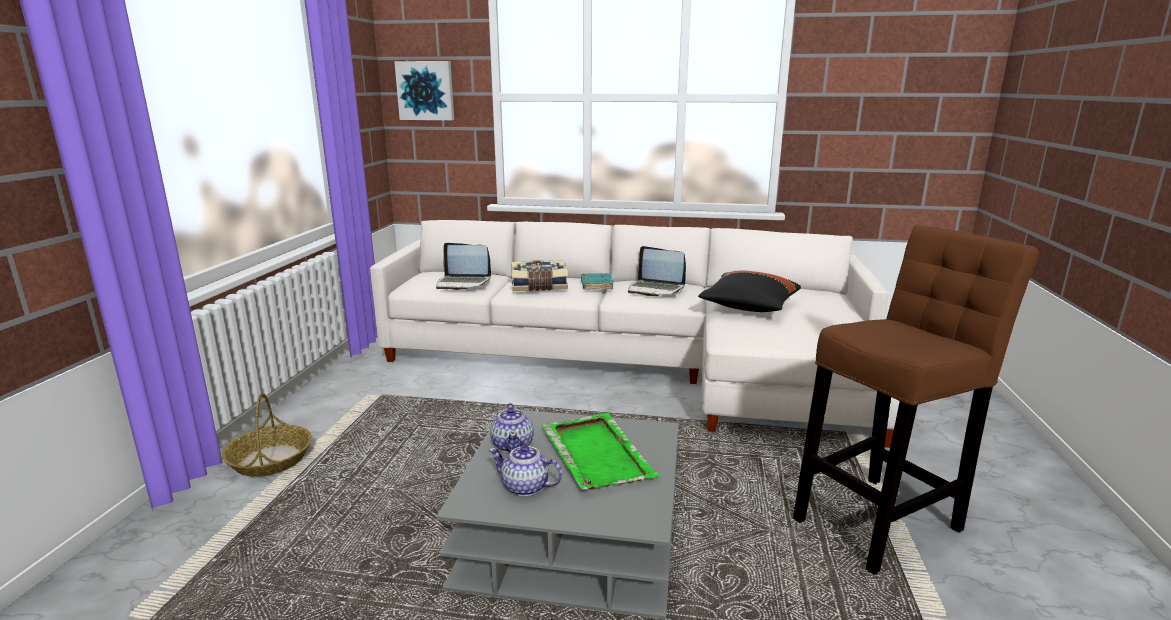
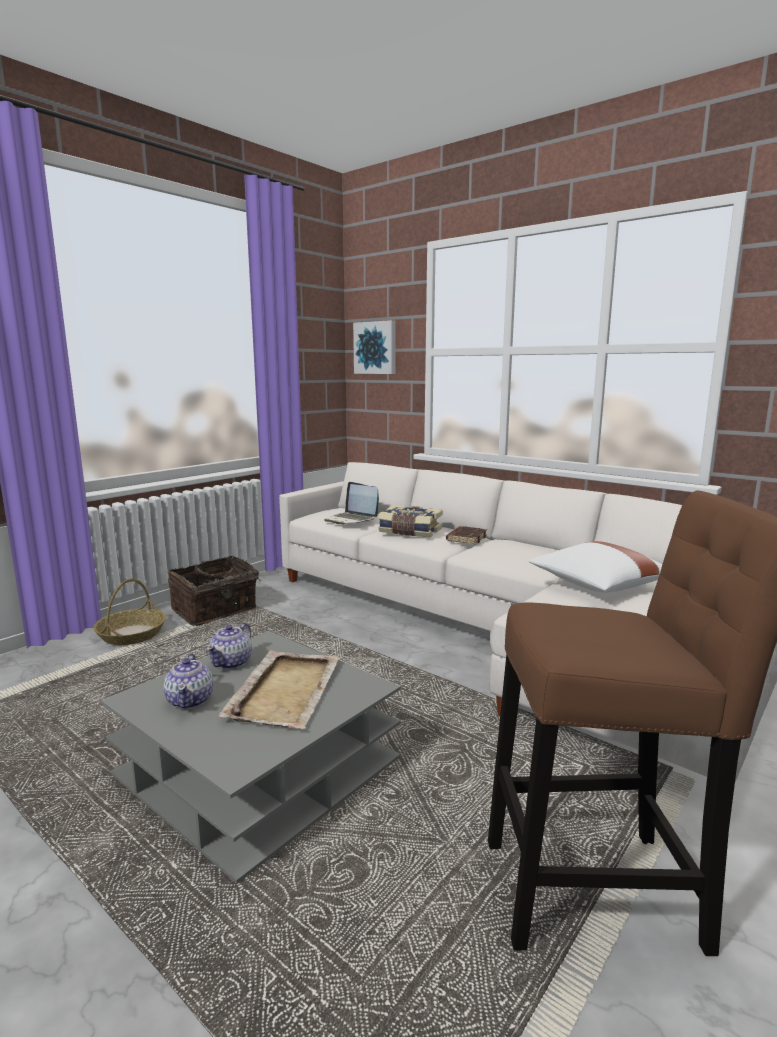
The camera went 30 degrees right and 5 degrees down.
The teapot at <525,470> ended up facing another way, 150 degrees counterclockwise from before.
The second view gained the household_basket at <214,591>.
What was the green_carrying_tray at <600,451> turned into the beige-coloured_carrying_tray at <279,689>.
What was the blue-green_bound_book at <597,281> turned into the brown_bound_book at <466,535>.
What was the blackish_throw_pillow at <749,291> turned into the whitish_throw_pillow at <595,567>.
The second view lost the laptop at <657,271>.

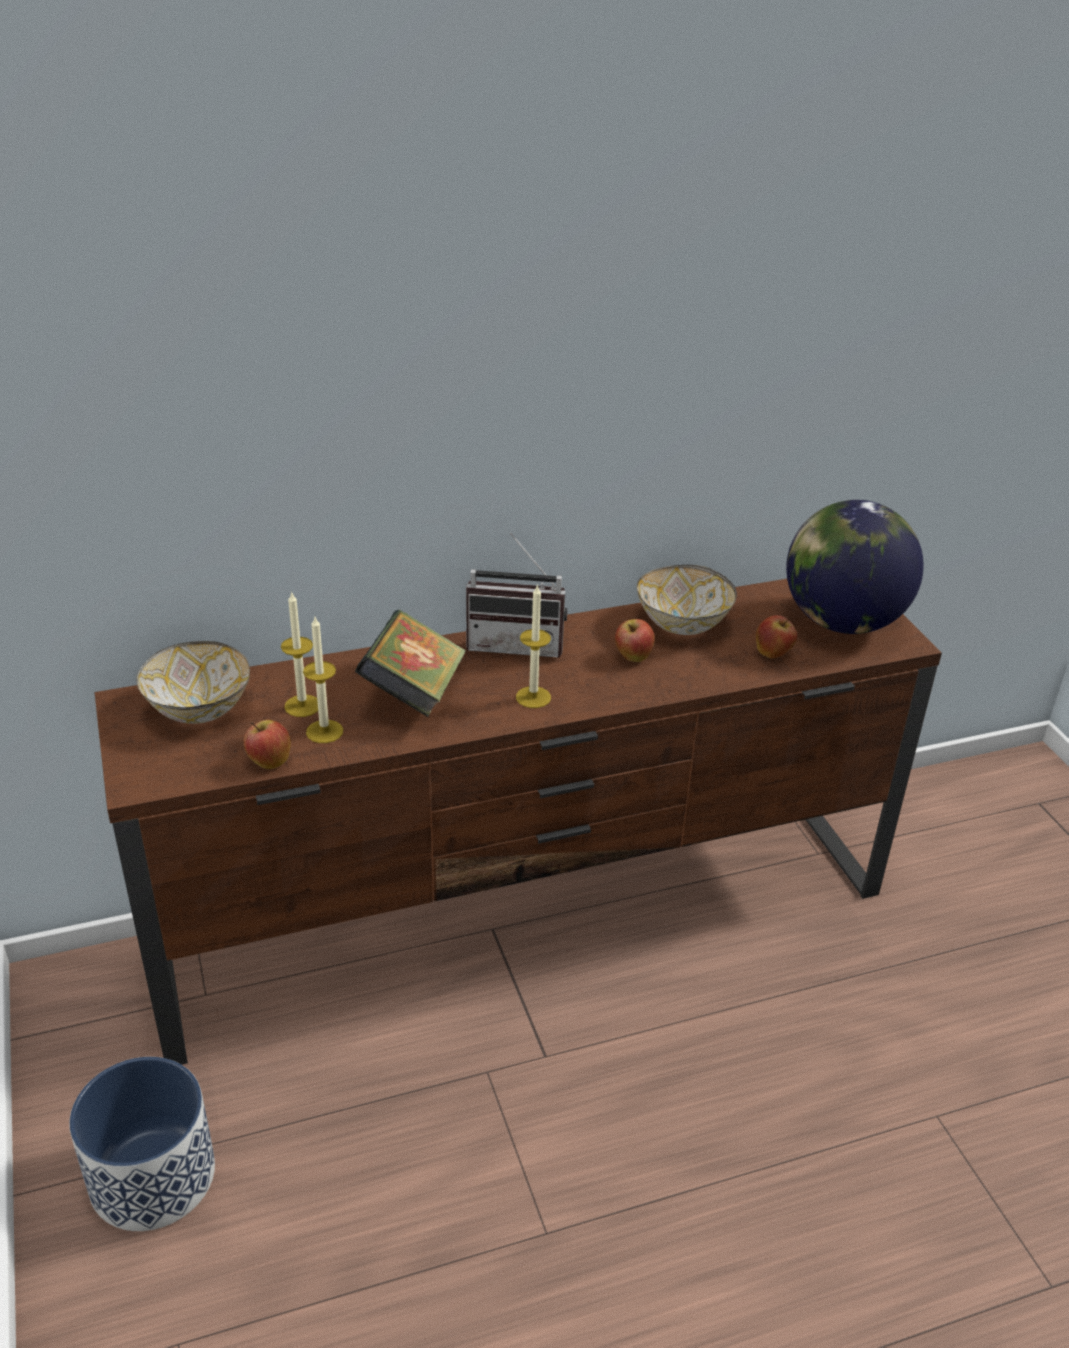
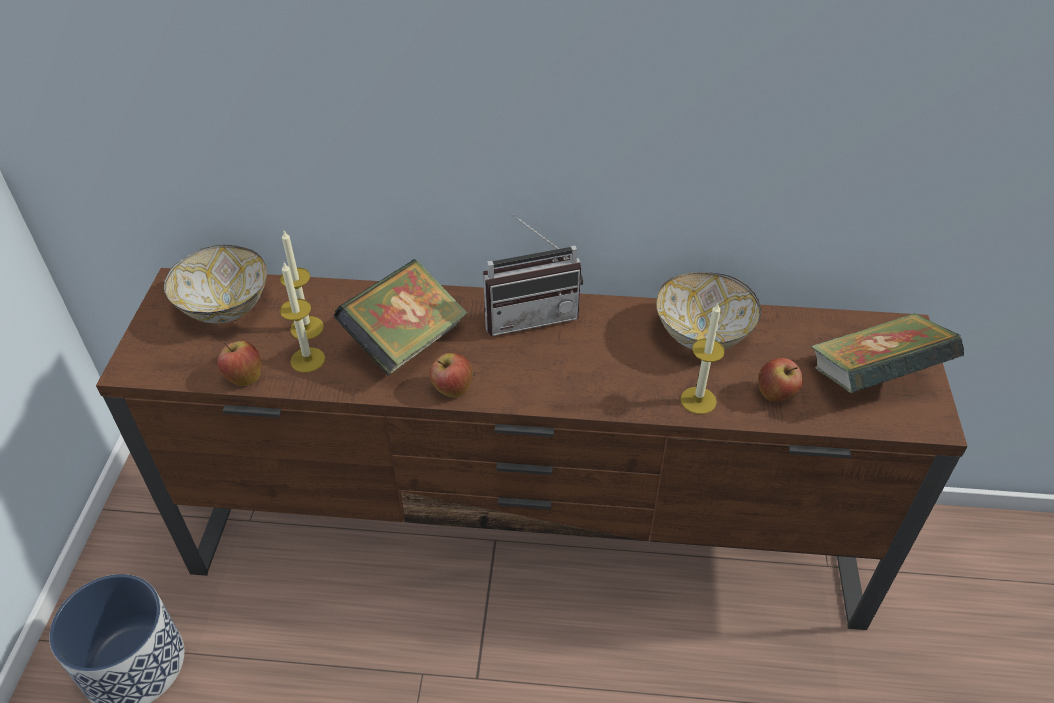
The camera went 25 degrees right and 10 degrees up.
The apple ended up elsewhere, having gone from <635,640> to <451,375>.
The radio_set at <517,594> ended up facing another way, 45 degrees counterclockwise from before.
The candle ended up elsewhere, having gone from <533,647> to <702,358>.
Where the world_globe stood at <855,567>, the bound_book came to stand at <887,353>.

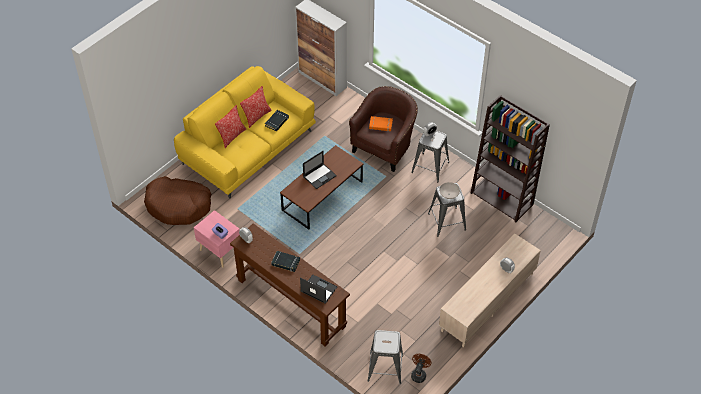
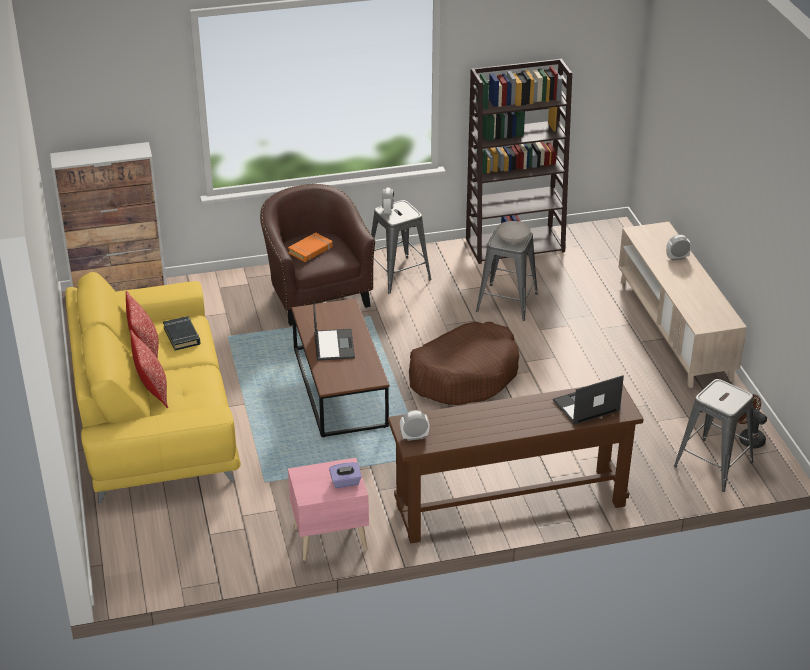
The camera went 55 degrees left and 15 degrees down.
The brown_pet_bed ended up elsewhere, having gone from <177,200> to <464,363>.
The second view lost the blackish_bound_book at <285,261>.

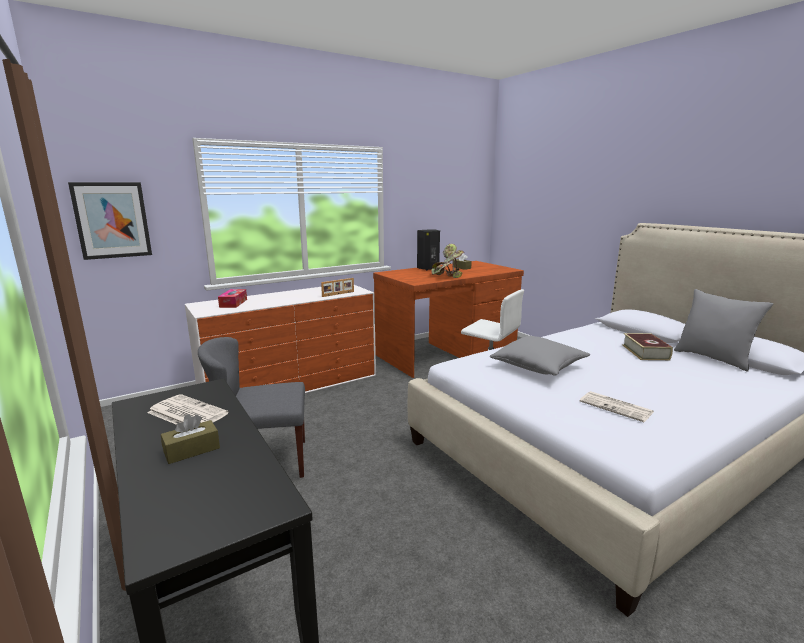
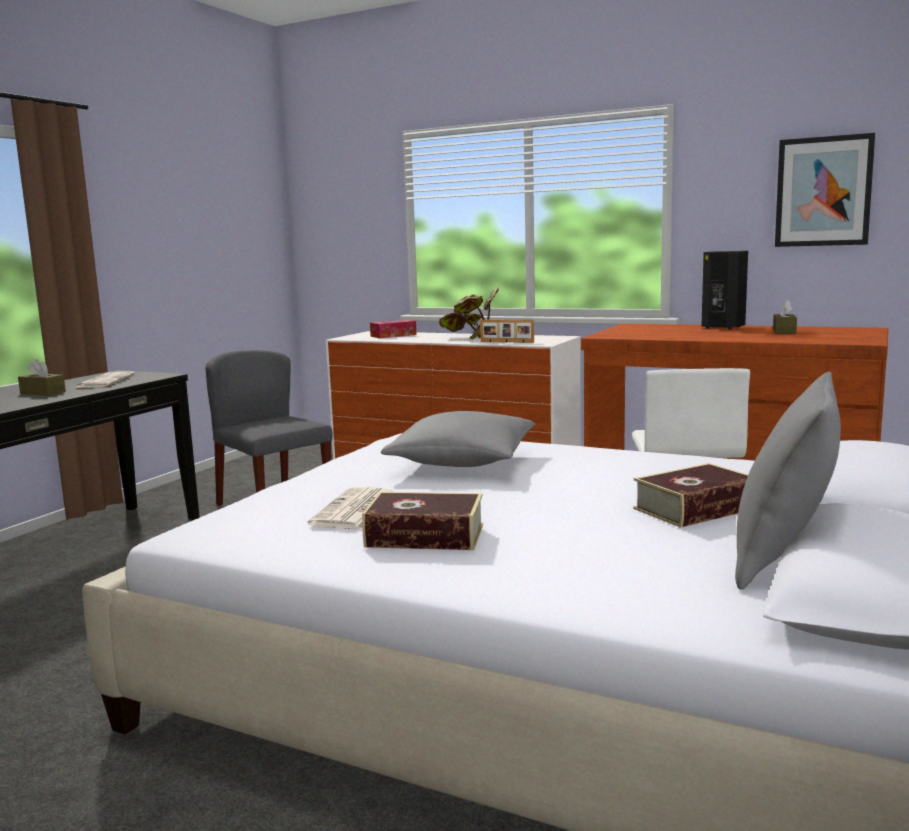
The camera went 60 degrees right and 5 degrees down.
The second view gained the bound_book at <422,521>.
The potted_plant ended up elsewhere, having gone from <447,261> to <469,313>.
The wall_art ended up elsewhere, having gone from <110,221> to <825,190>.

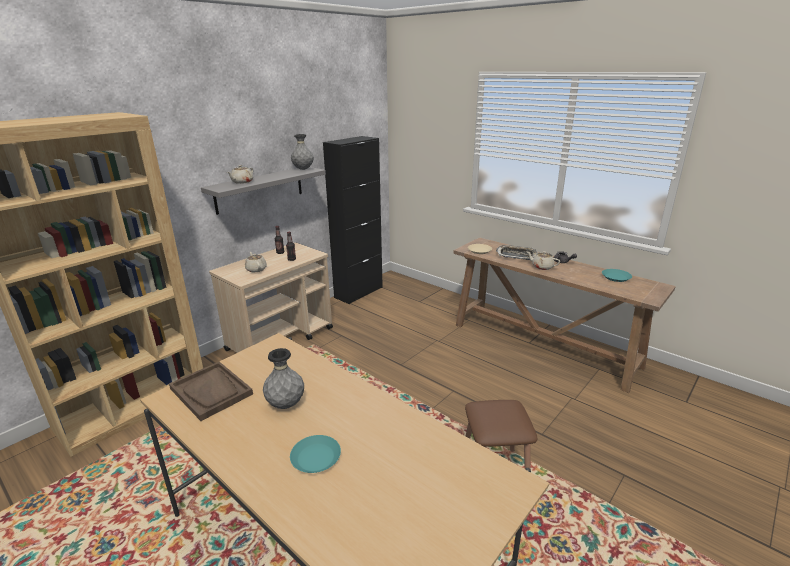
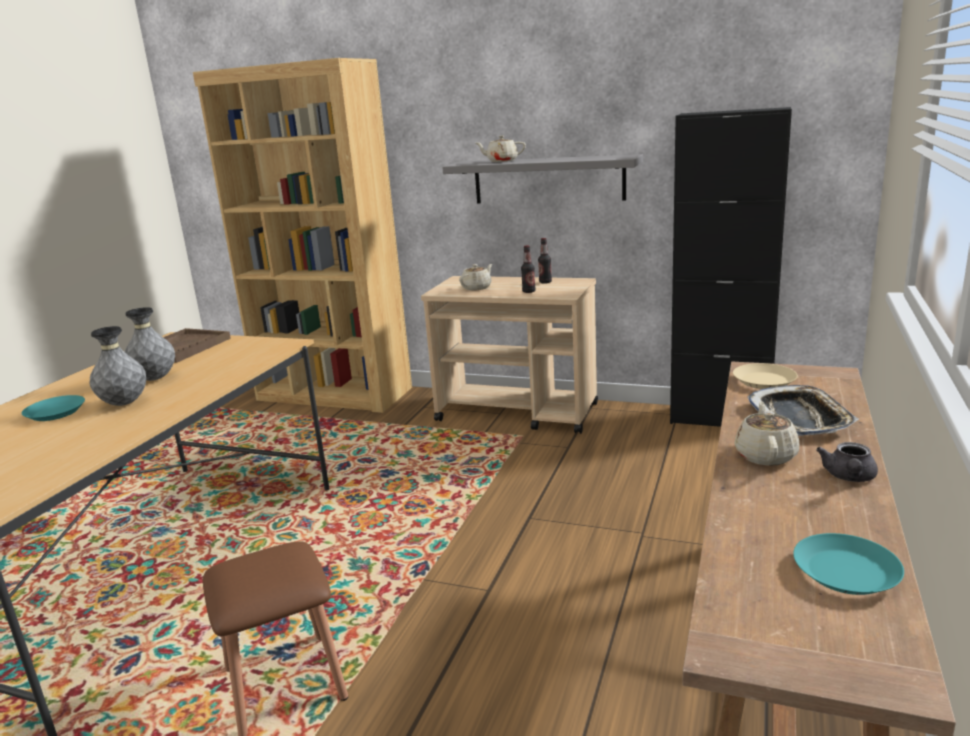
The camera went 70 degrees right and 5 degrees down.
The gray_flower_vase ended up elsewhere, having gone from <302,152> to <118,366>.

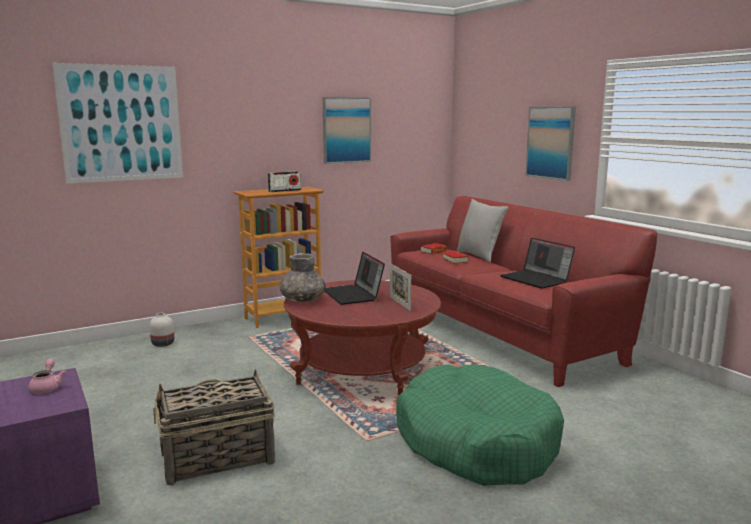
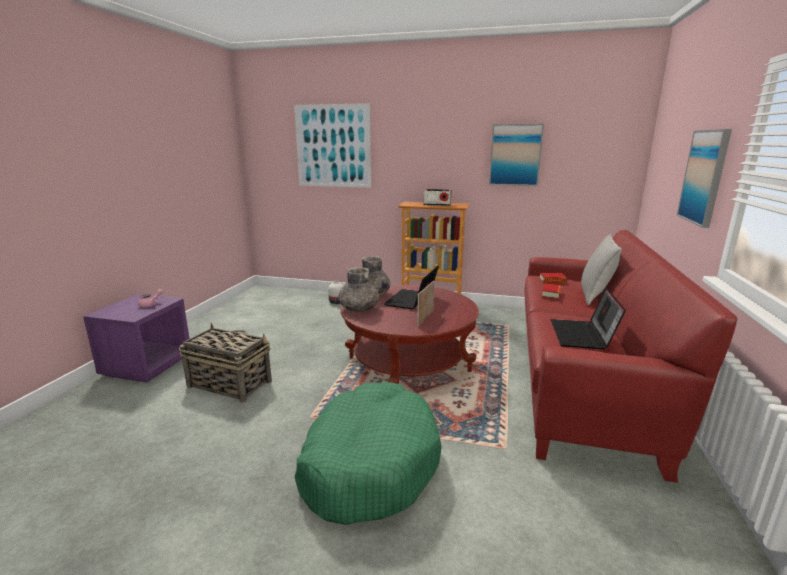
The camera went 45 degrees right and 5 degrees up.
The second view gained the gray_flower_vase at <358,289>.

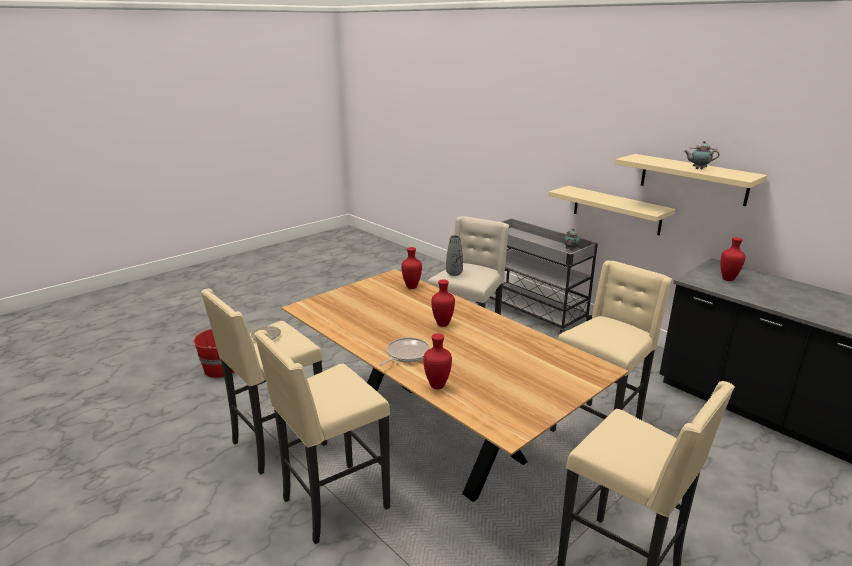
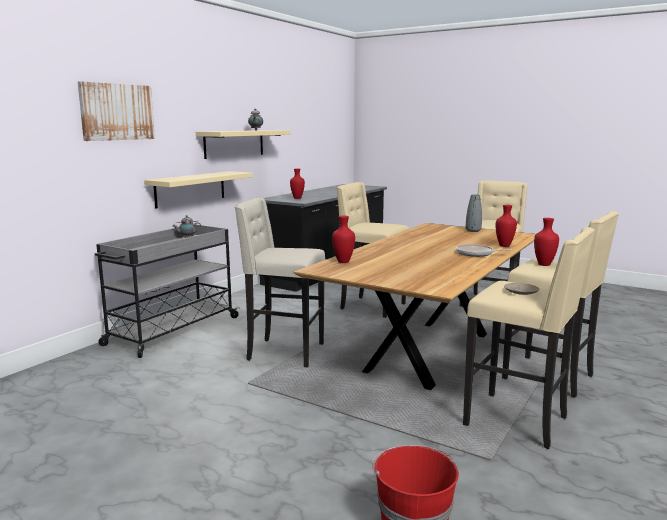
The camera went 105 degrees left and 10 degrees down.
The second view gained the wall_art at <116,111>.
The gray_flower_vase ended up elsewhere, having gone from <454,255> to <474,213>.
The reddish_flower_vase ended up elsewhere, having gone from <443,303> to <546,242>.

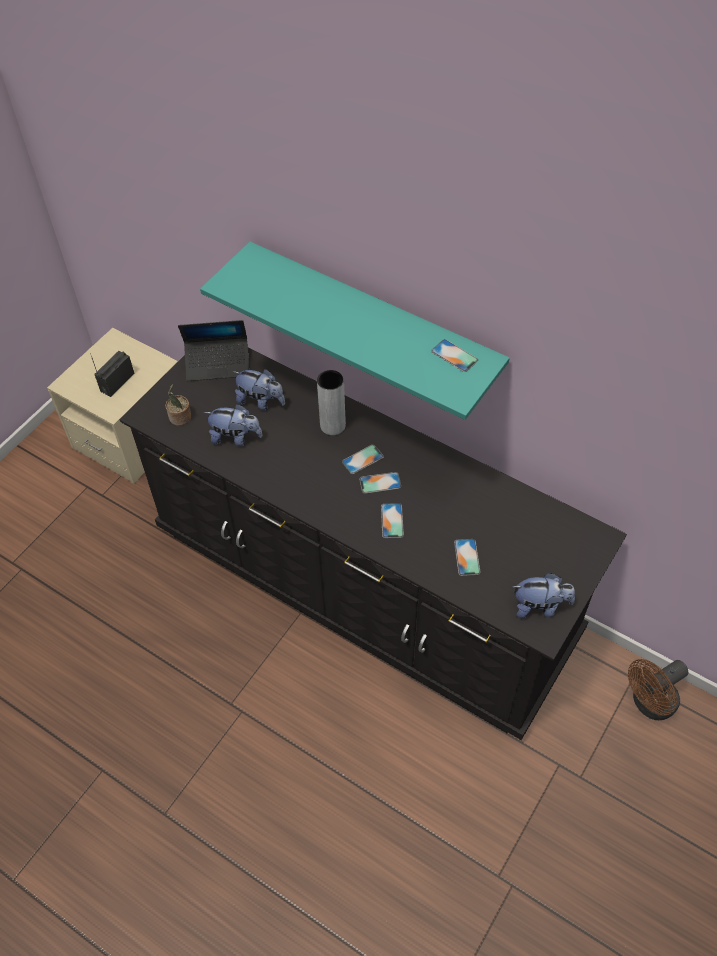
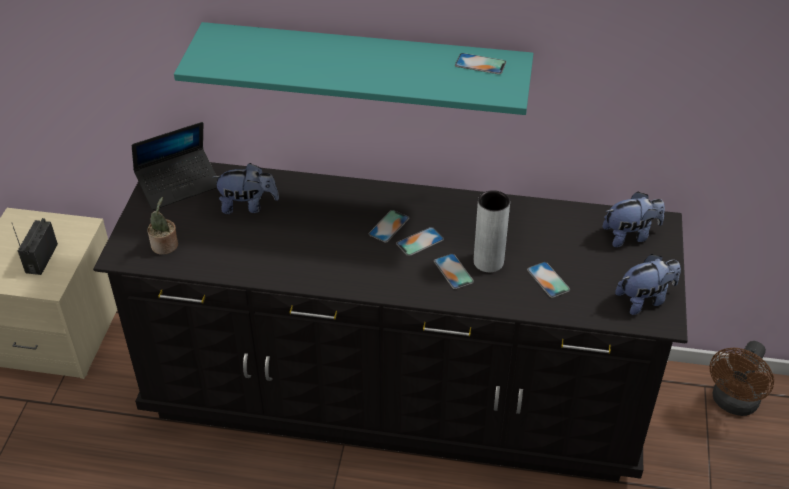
The camera went 25 degrees left and 10 degrees down.
The gray_flower_vase ended up elsewhere, having gone from <331,402> to <492,231>.
The soft_toy ended up elsewhere, having gone from <233,425> to <633,219>.

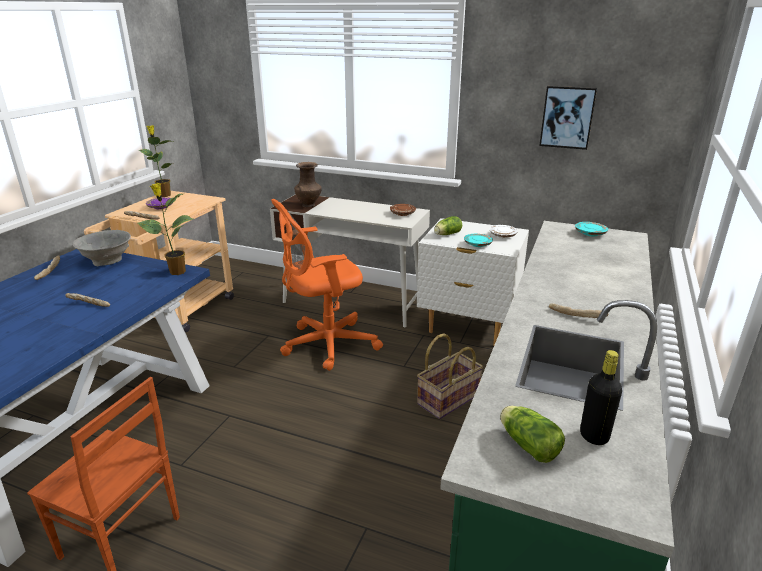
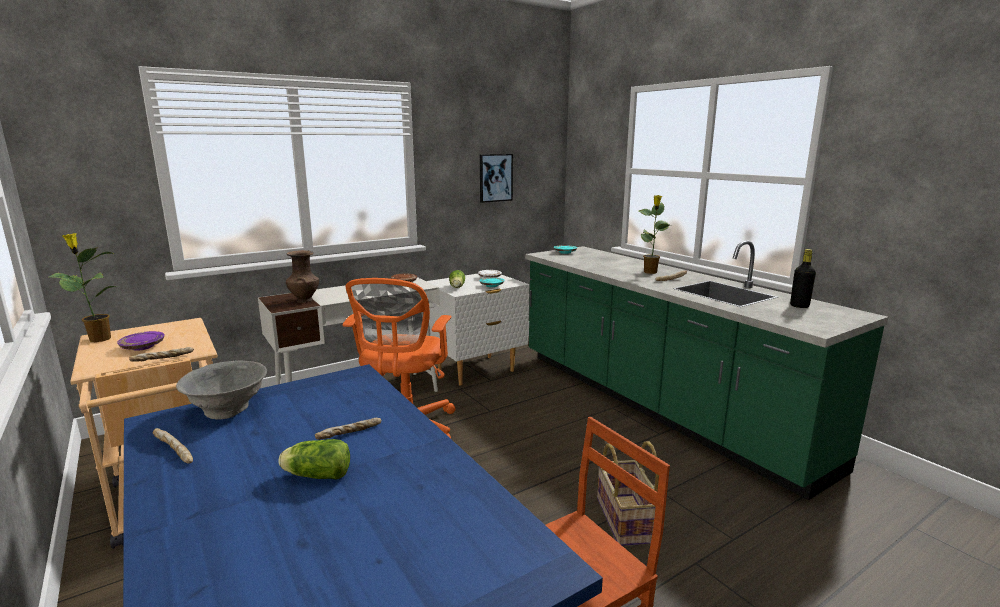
The camera went 55 degrees left and 10 degrees down.
The lettuce_head ended up elsewhere, having gone from <532,434> to <314,459>.
The household_basket ended up elsewhere, having gone from <450,376> to <628,493>.
The potted_plant ended up elsewhere, having gone from <165,229> to <654,234>.

